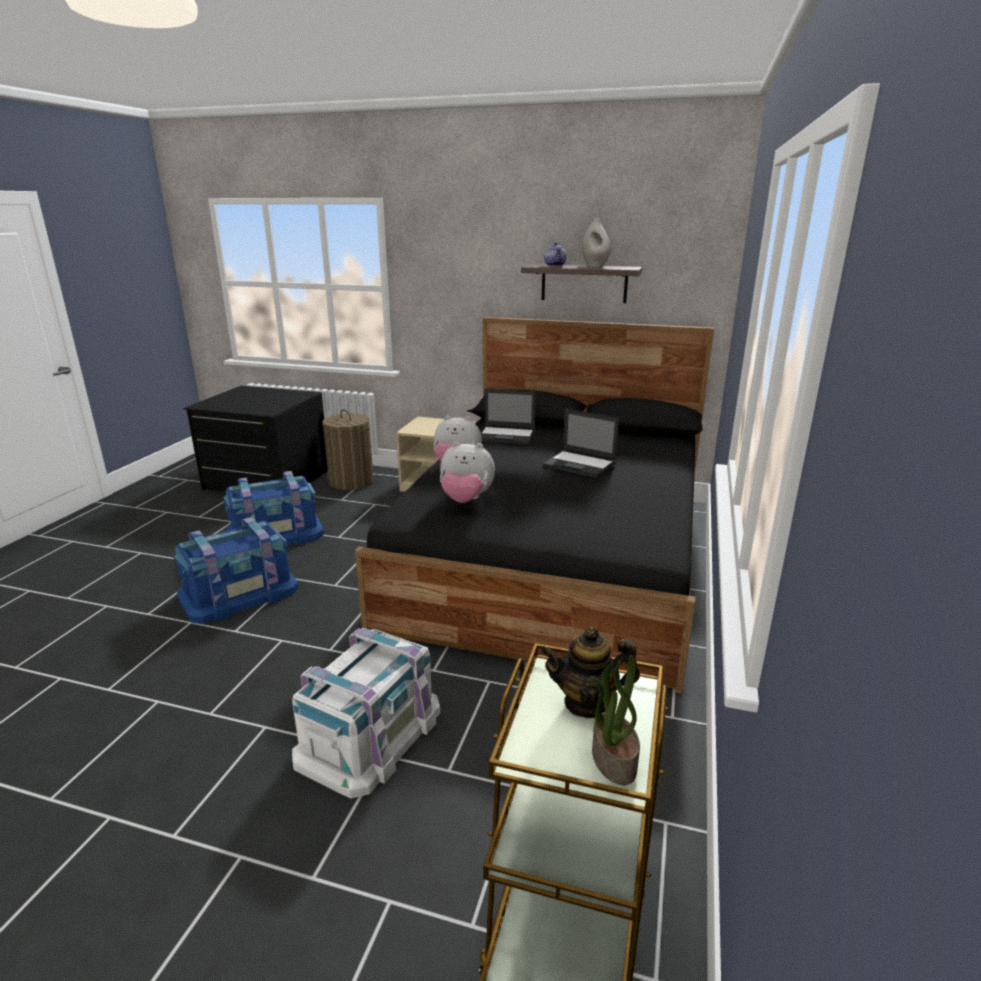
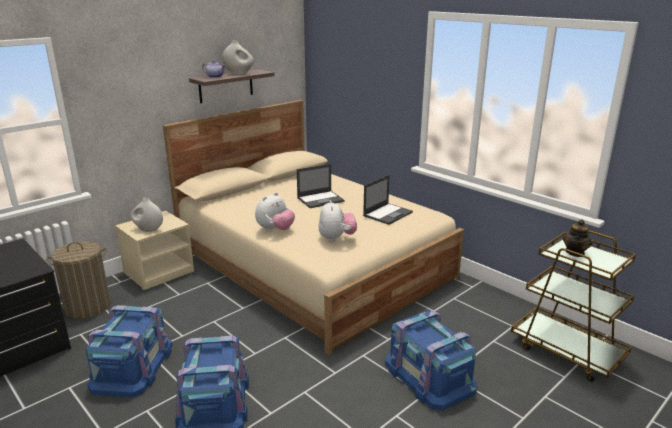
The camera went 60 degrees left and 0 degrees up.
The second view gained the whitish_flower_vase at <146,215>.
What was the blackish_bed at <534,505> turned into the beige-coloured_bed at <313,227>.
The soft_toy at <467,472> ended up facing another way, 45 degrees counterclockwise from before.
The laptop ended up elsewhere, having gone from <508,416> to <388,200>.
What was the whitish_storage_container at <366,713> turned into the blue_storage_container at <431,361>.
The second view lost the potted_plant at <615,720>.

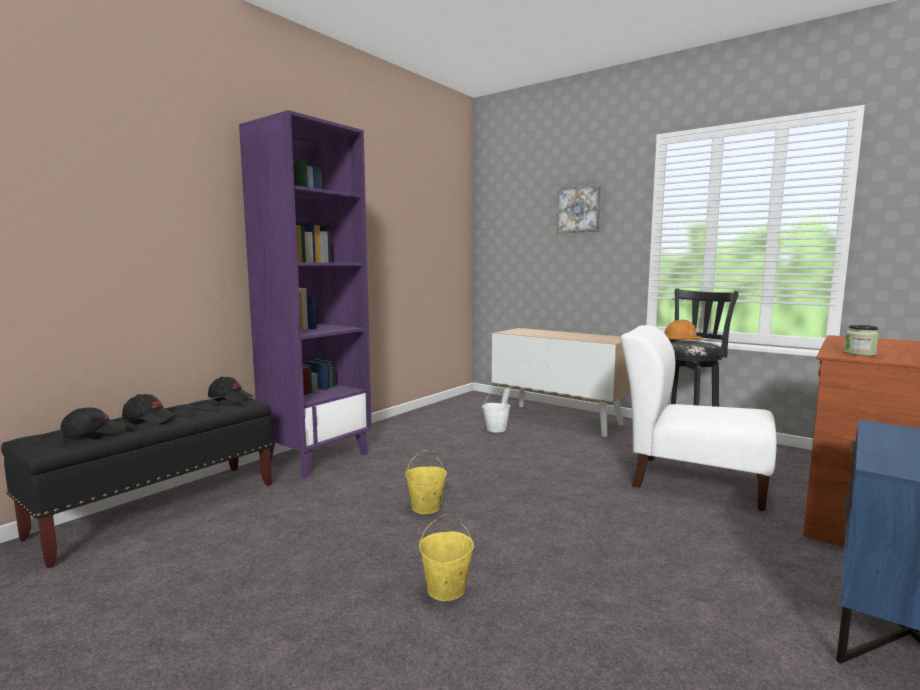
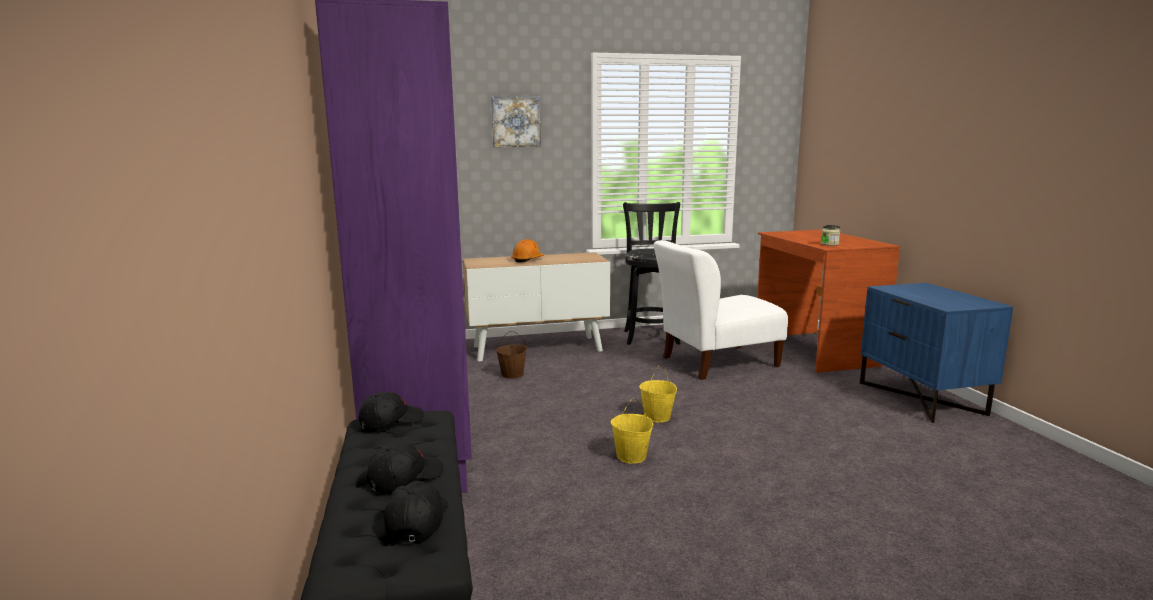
The camera went 50 degrees left and 5 degrees up.
What was the whitish_water_bucket at <496,411> turned into the brown_water_bucket at <511,355>.
The orange_hard_hat ended up elsewhere, having gone from <683,331> to <527,251>.
The yellowish_water_bucket ended up elsewhere, having gone from <446,557> to <658,393>.

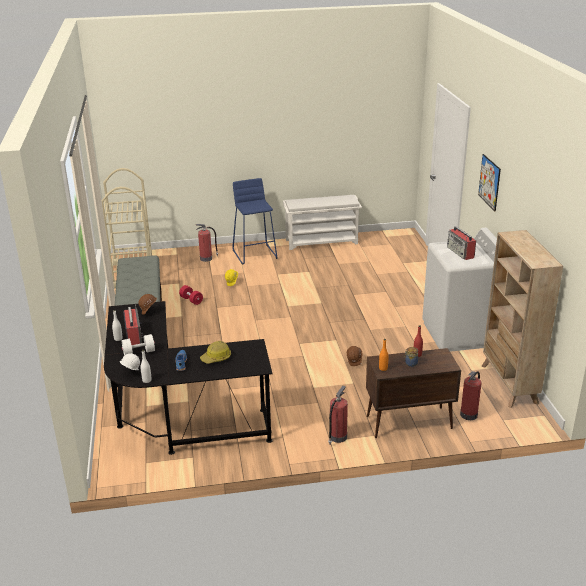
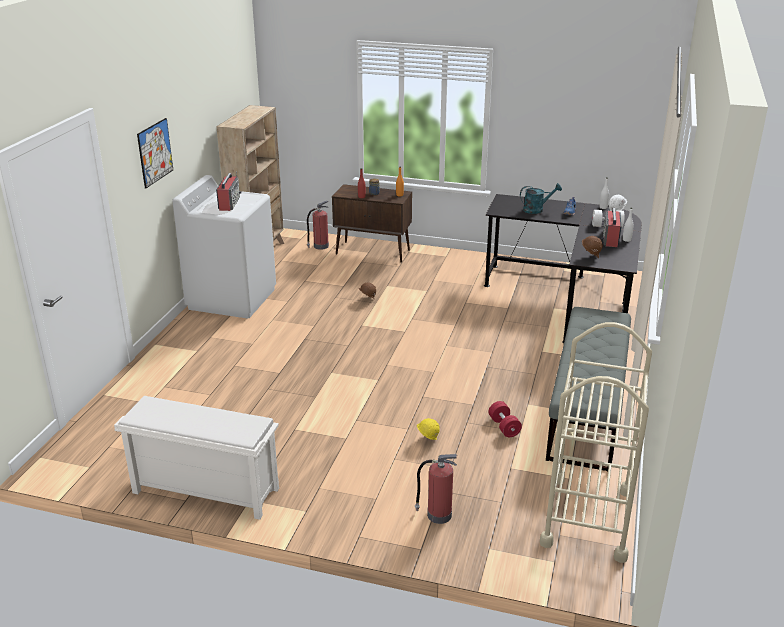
The camera went 155 degrees left and 0 degrees up.
Where the hard_hat stood at <215,352>, the blue-green_sprinkling_can came to stand at <541,198>.
The second view lost the blue_stool at <255,221>.
The second view lost the fire-fighting_cylinder at <338,415>.

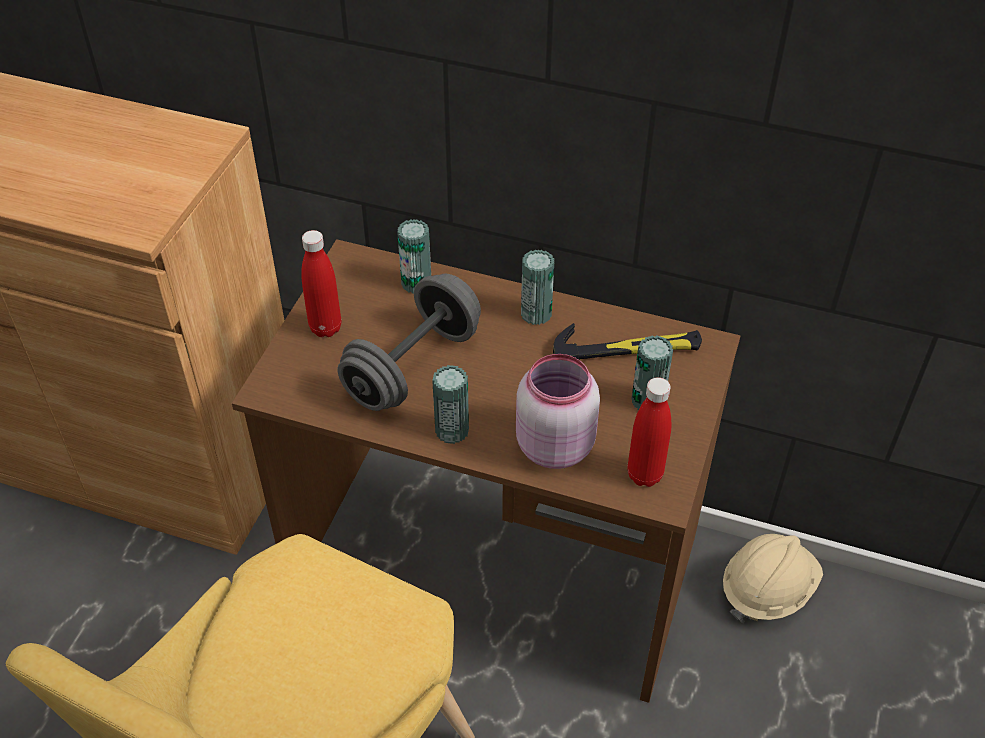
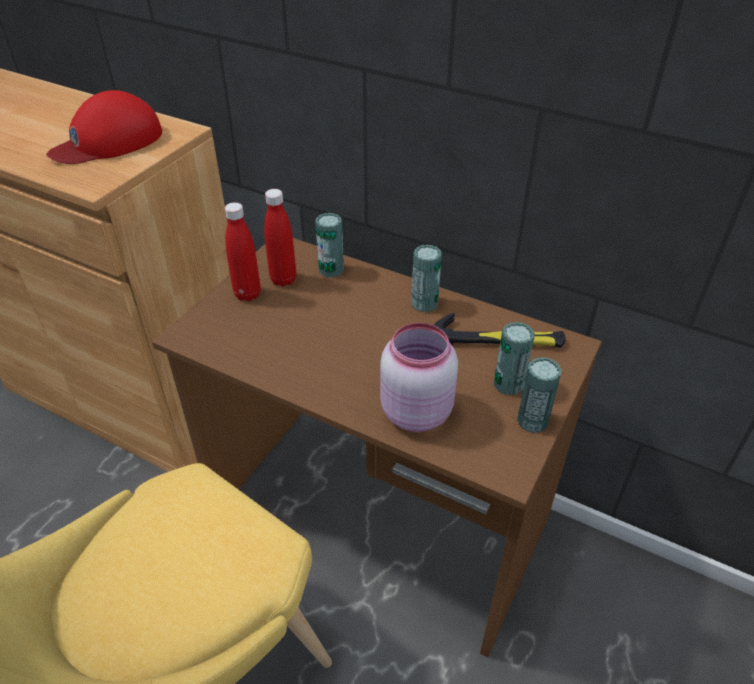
The camera went 10 degrees right and 5 degrees down.
The second view gained the reddish_peaked_cap at <104,127>.
The reddish_drink_bottle ended up elsewhere, having gone from <649,432> to <280,238>.
The sealed_can ended up elsewhere, having gone from <450,404> to <539,395>.
The second view lost the gray_dumbbell at <409,342>.
The second view lost the beige-coloured_hard_hat at <773,578>.

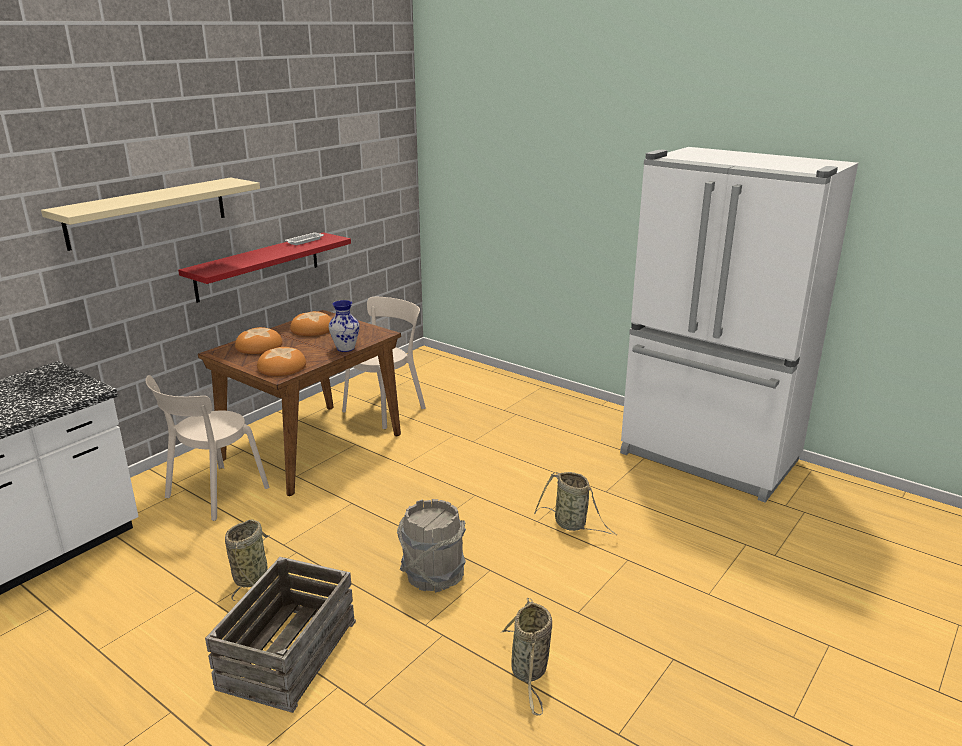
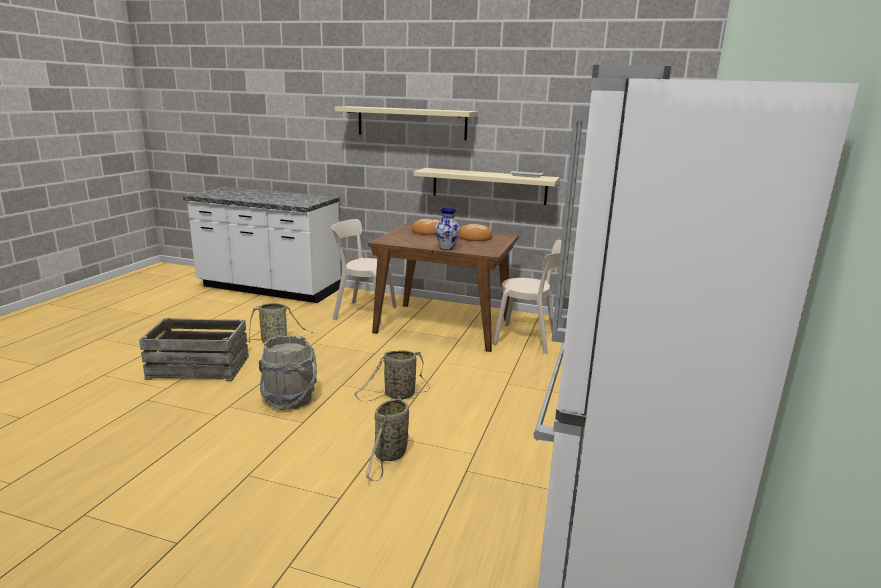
The camera went 70 degrees right and 5 degrees down.
The household_basket ended up elsewhere, having gone from <526,656> to <392,376>.
What was the reddish_wall_shelf at <264,267> turned into the beige-coloured_wall_shelf at <486,186>.
The second view lost the bread at <281,361>.

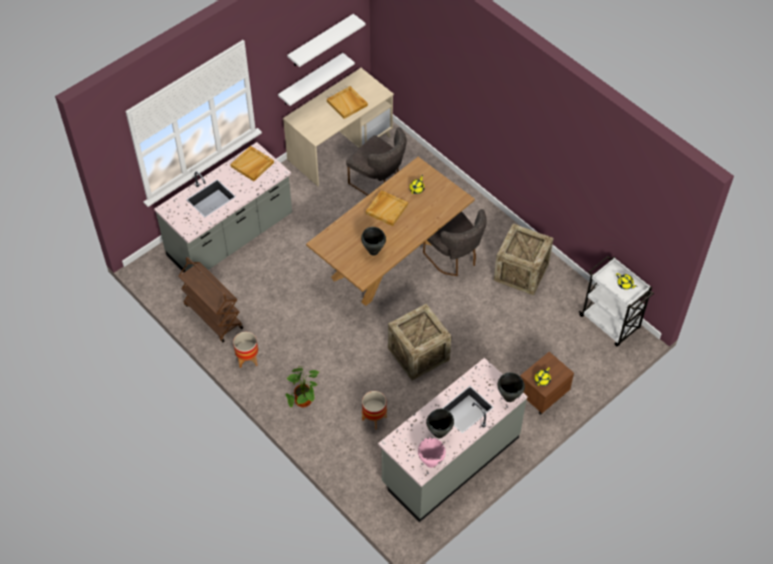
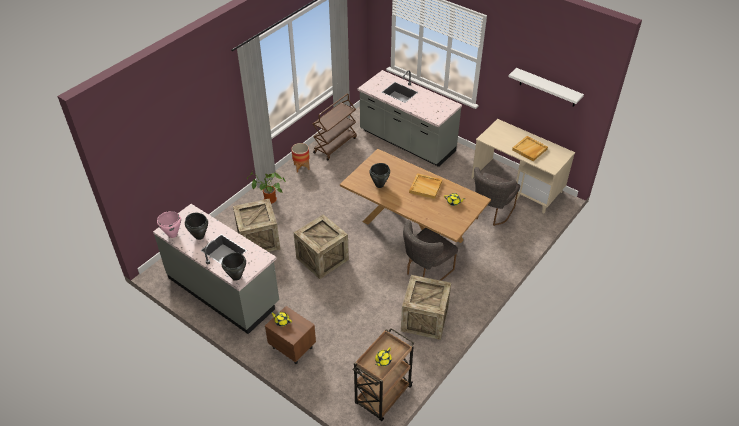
The camera went 80 degrees right and 10 degrees down.
Where the plant_pot stood at <374,410>, the packing_crate came to stand at <256,225>.
What was the whitish_trolley at <616,301> turned into the brown_trolley at <383,374>.
The second view lost the beige-coloured_carrying_tray at <252,163>.
The second view lost the whitish_wall_shelf at <316,79>.

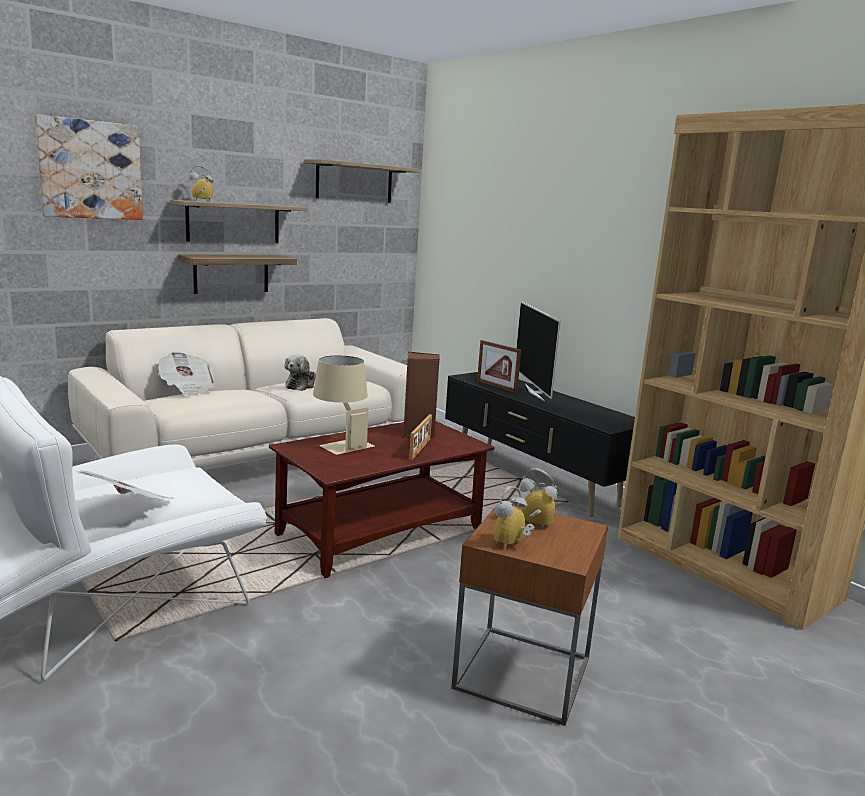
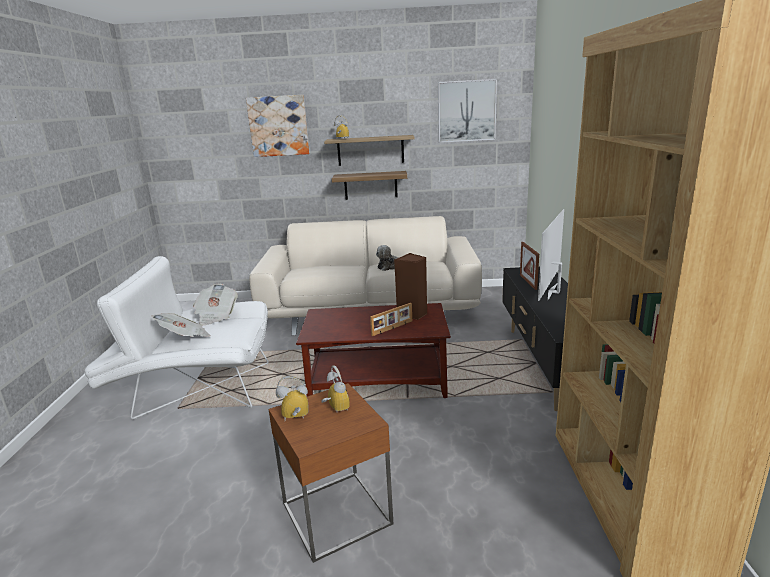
The camera went 40 degrees right and 5 degrees up.
The printed_paper ended up elsewhere, having gone from <186,374> to <215,304>.
Where the wall_shelf hung at <362,181>, the wall_art came to hang at <467,111>.
The second view lost the beige-coloured_lamp_for_a_table at <344,405>.

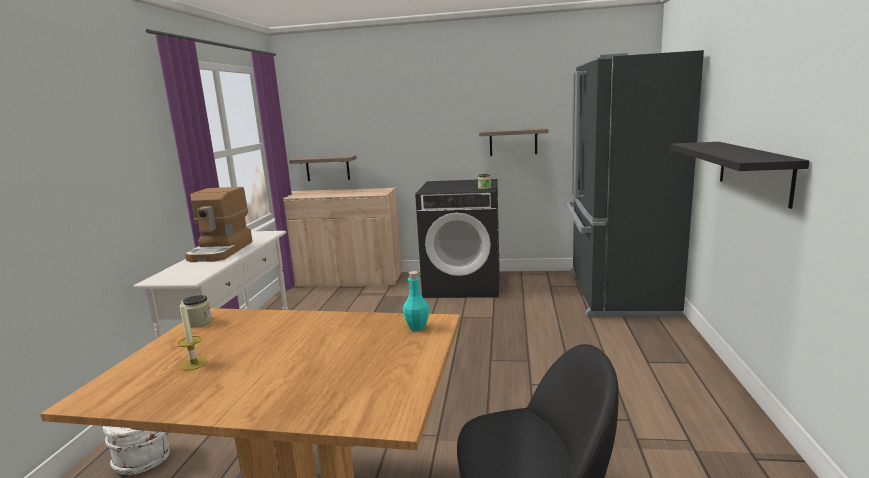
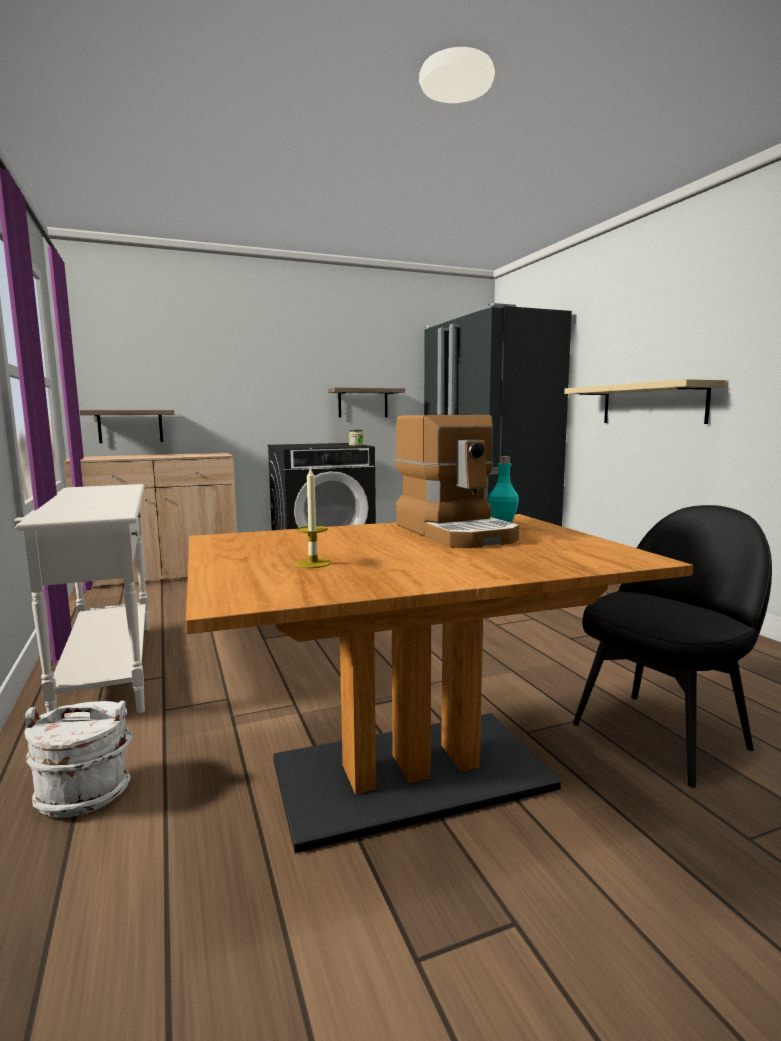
The camera went 30 degrees left and 5 degrees down.
The coffee_brewer ended up elsewhere, having gone from <219,224> to <457,481>.
What was the blackish_wall_shelf at <739,175> turned into the beige-coloured_wall_shelf at <645,401>.
The second view lost the jar at <197,311>.

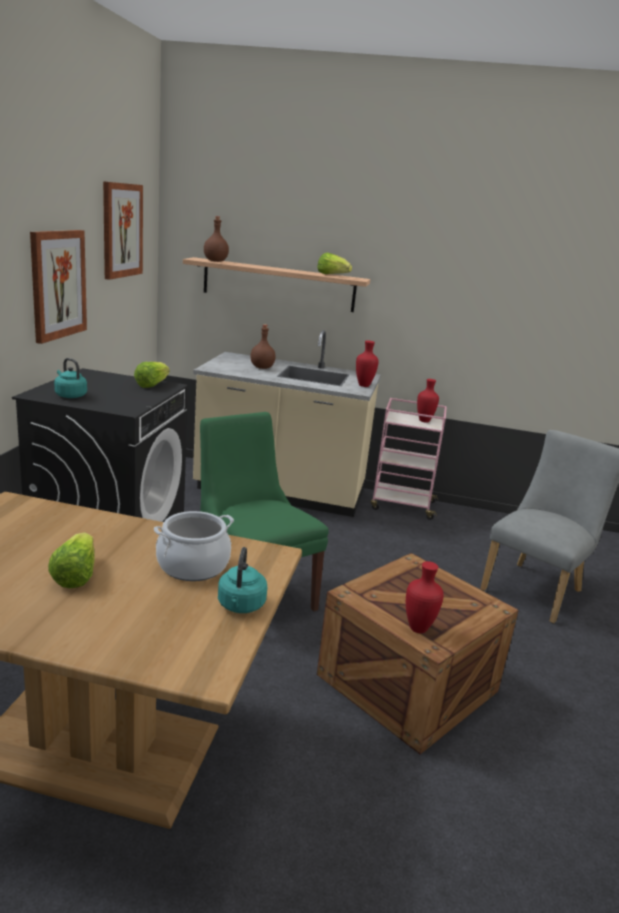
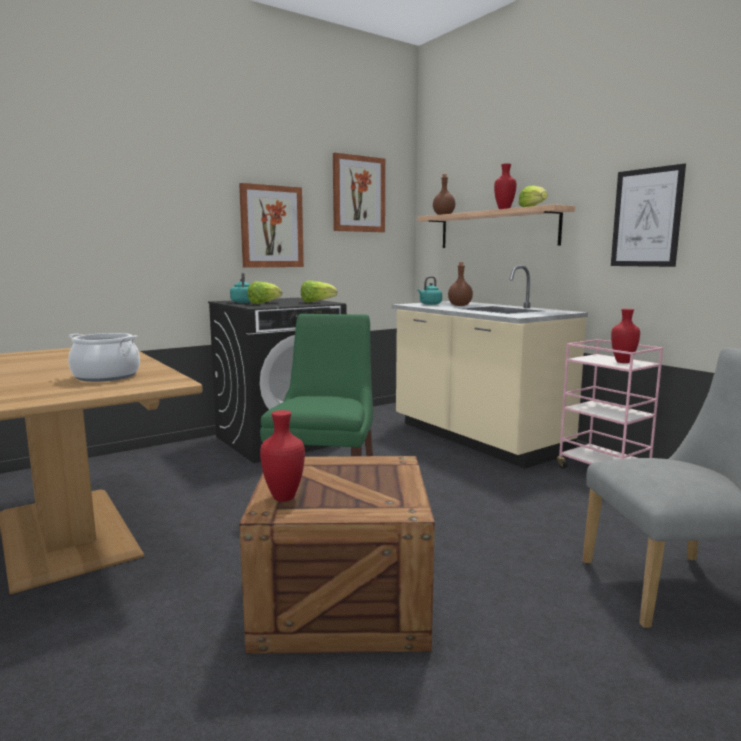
The camera went 45 degrees right and 10 degrees down.
The lettuce_head ended up elsewhere, having gone from <71,560> to <264,292>.
The blue-green_kettle ended up elsewhere, having gone from <242,580> to <430,290>.
The reddish_flower_vase ended up elsewhere, having gone from <367,363> to <505,186>.
The second view gained the wall_art at <648,215>.

